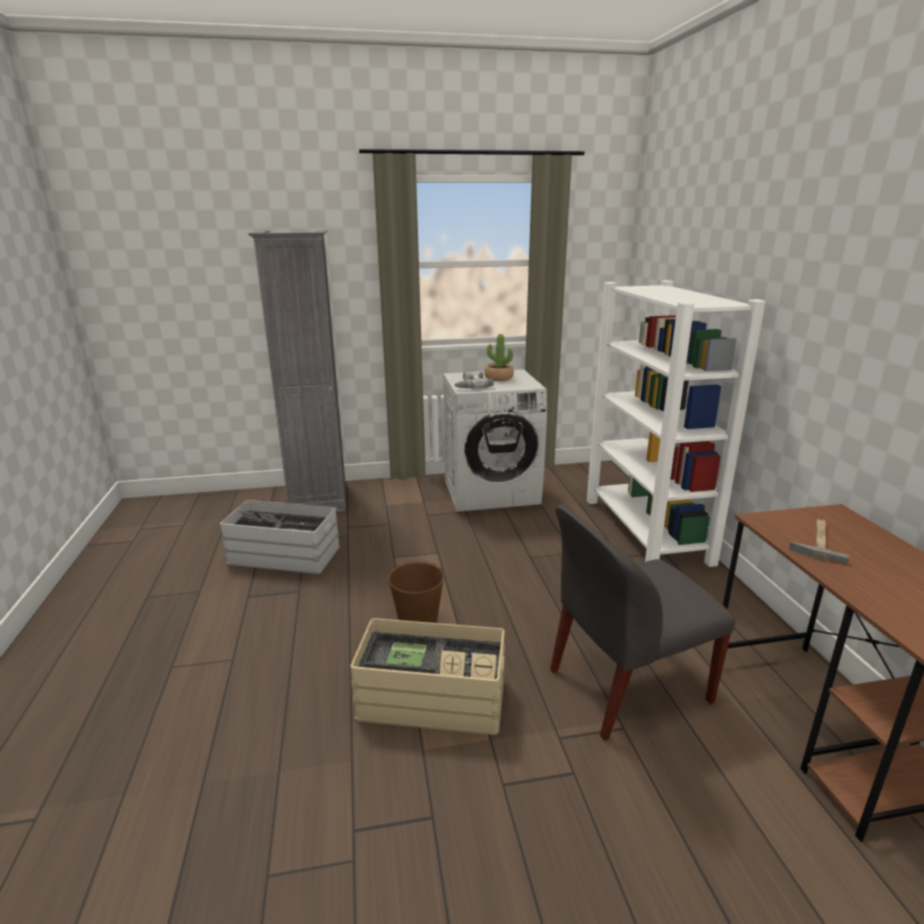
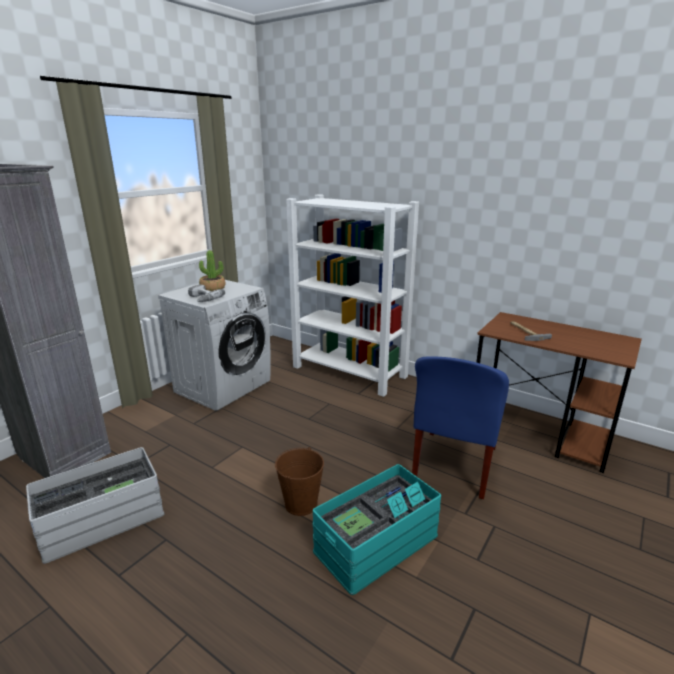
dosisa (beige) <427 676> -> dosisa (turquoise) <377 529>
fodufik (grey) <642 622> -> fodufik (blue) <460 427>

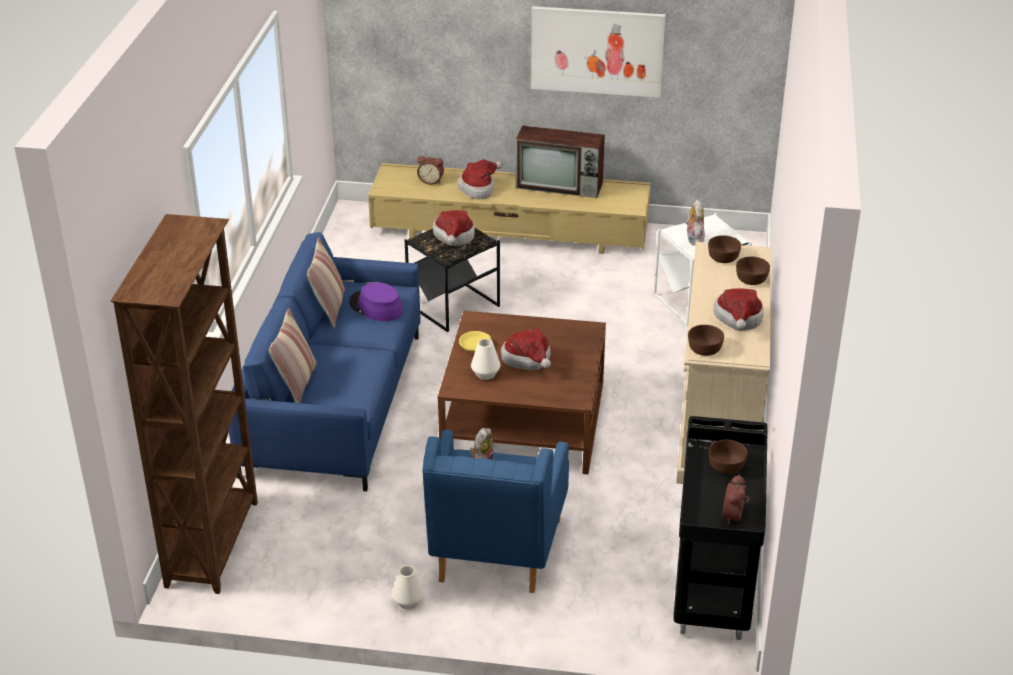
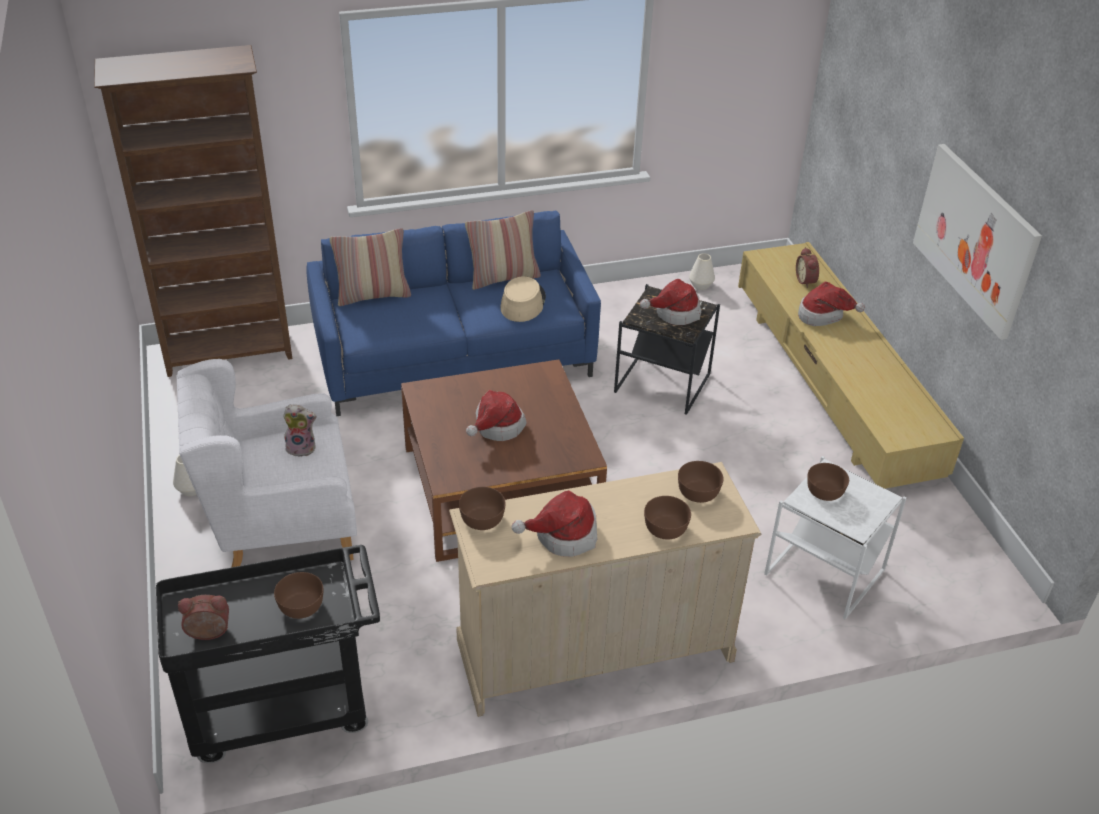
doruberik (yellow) <475 342> -> none
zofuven <560 162> -> none
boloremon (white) <485 359> -> boloremon (white) <702 271>, moved
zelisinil <695 223> -> doruberik (brown) <828 482>
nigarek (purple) <376 301> -> nigarek (beige) <523 299>
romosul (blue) <495 511> -> romosul (white) <267 463>

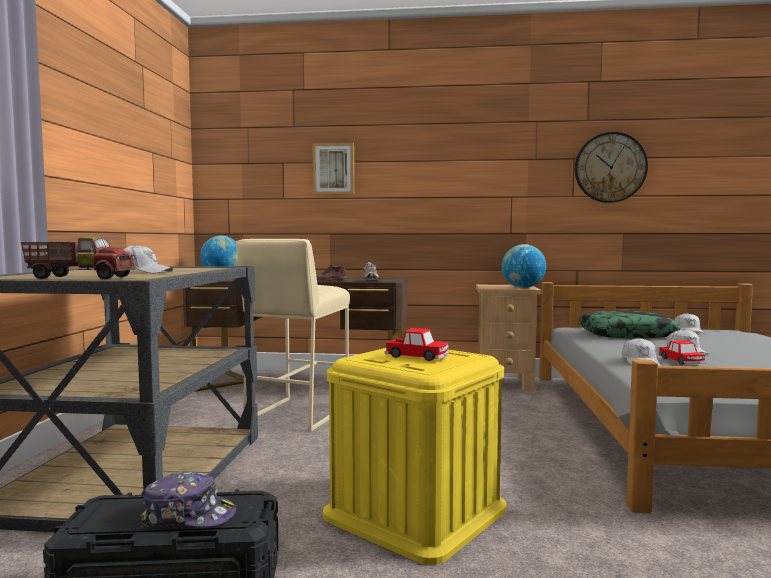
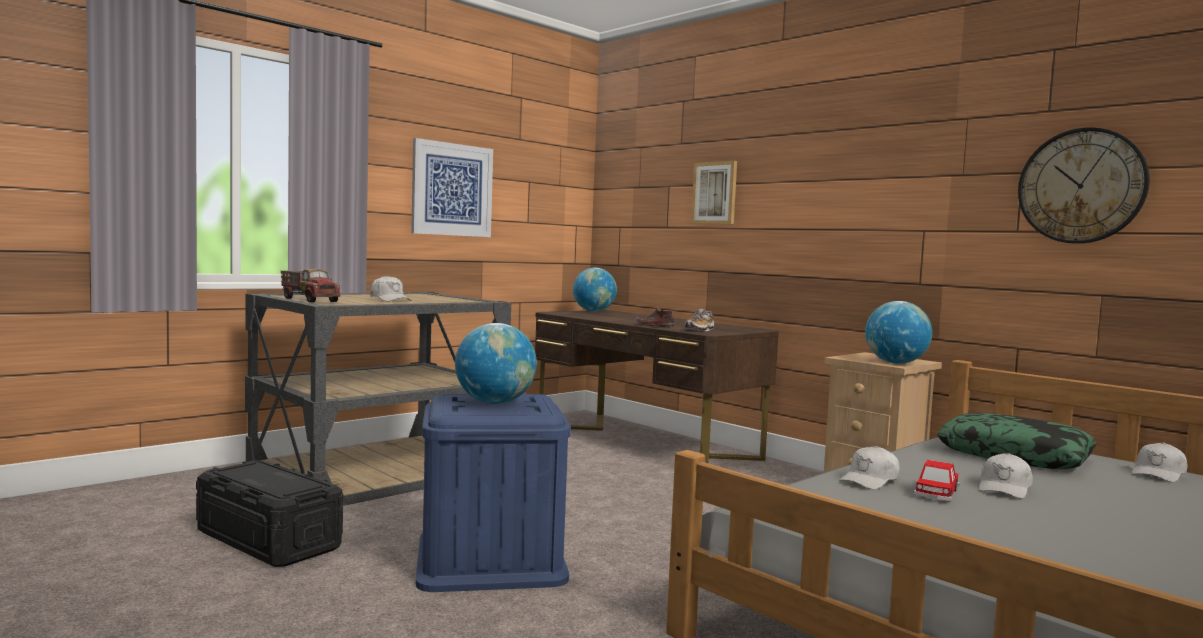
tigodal <188 500> -> none
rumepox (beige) <293 335> -> none
none -> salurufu <452 187>
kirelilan <417 344> -> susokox <496 363>
dosisa (yellow) <414 456> -> dosisa (blue) <493 493>

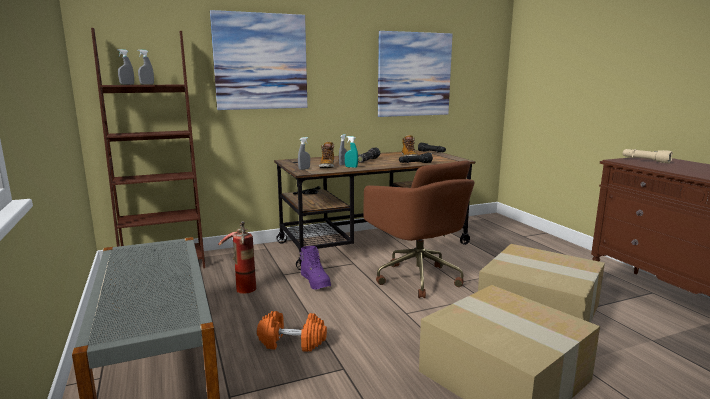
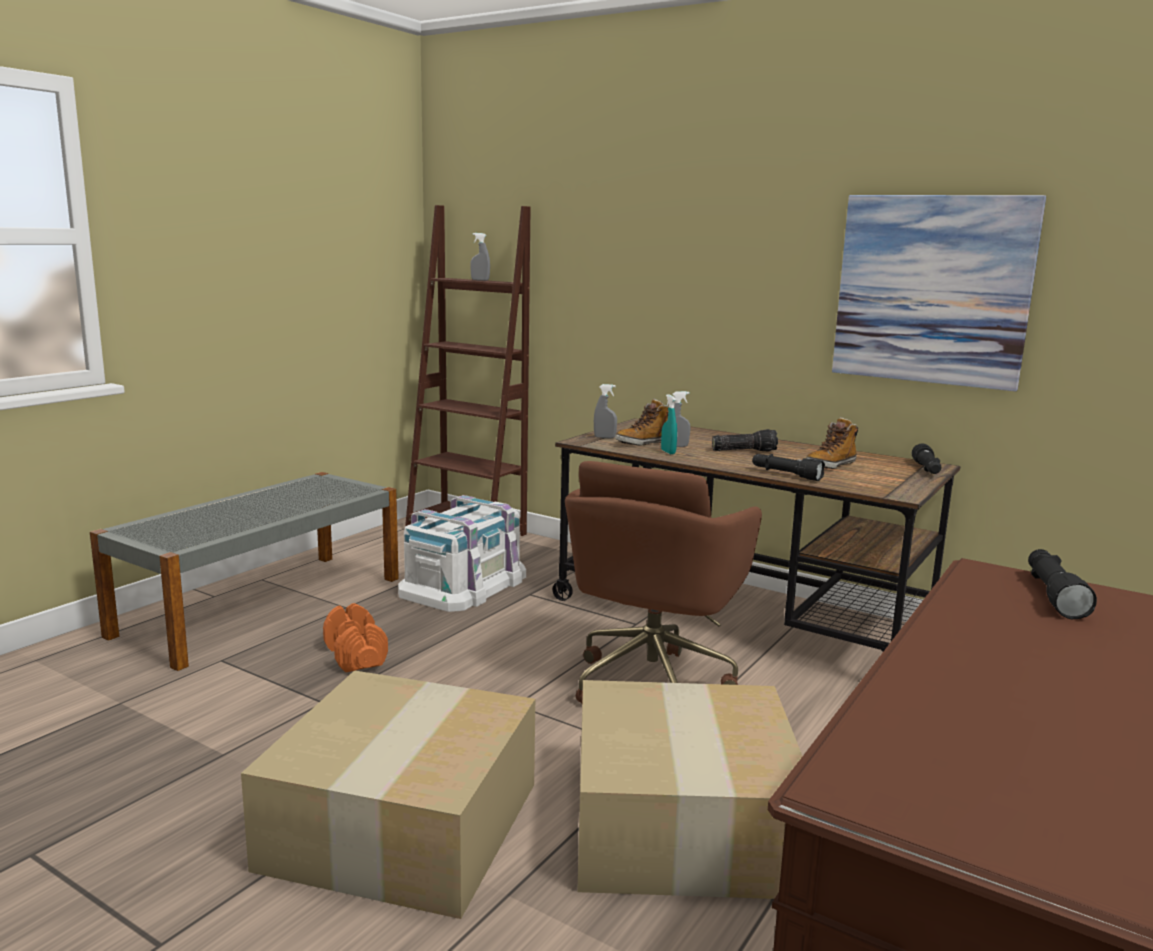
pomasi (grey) <125 67> -> none
salurufu <258 60> -> none
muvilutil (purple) <315 268> -> none
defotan <237 257> -> dosisa (white) <462 553>
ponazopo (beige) <648 156> -> ponazopo (black) <1062 584>

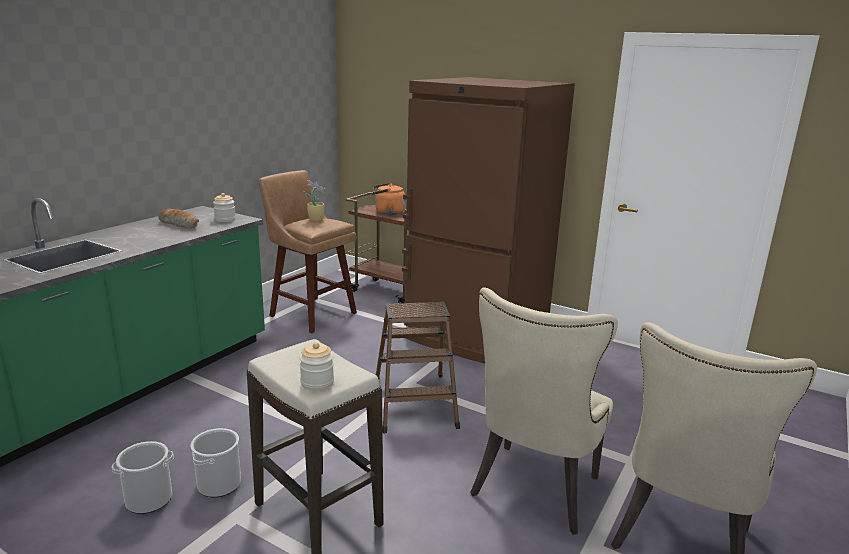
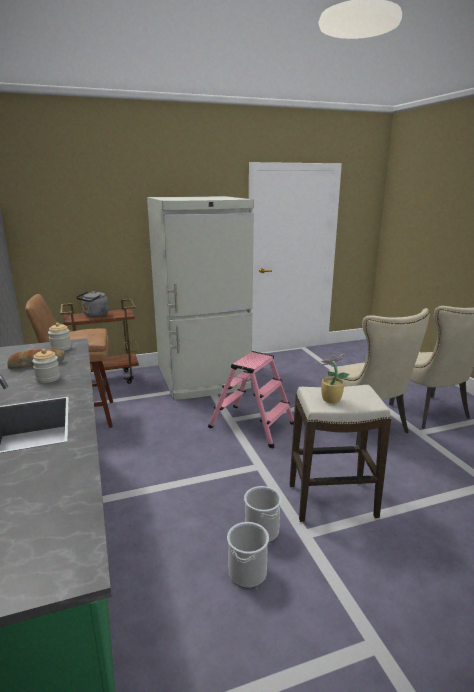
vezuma <316 366> -> vezuma <46 366>, moved
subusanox <314 200> -> subusanox <334 379>, moved
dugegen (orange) <389 199> -> dugegen (grey) <92 304>
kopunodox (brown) <417 367> -> kopunodox (pink) <251 399>
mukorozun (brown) <488 220> -> mukorozun (white) <200 298>

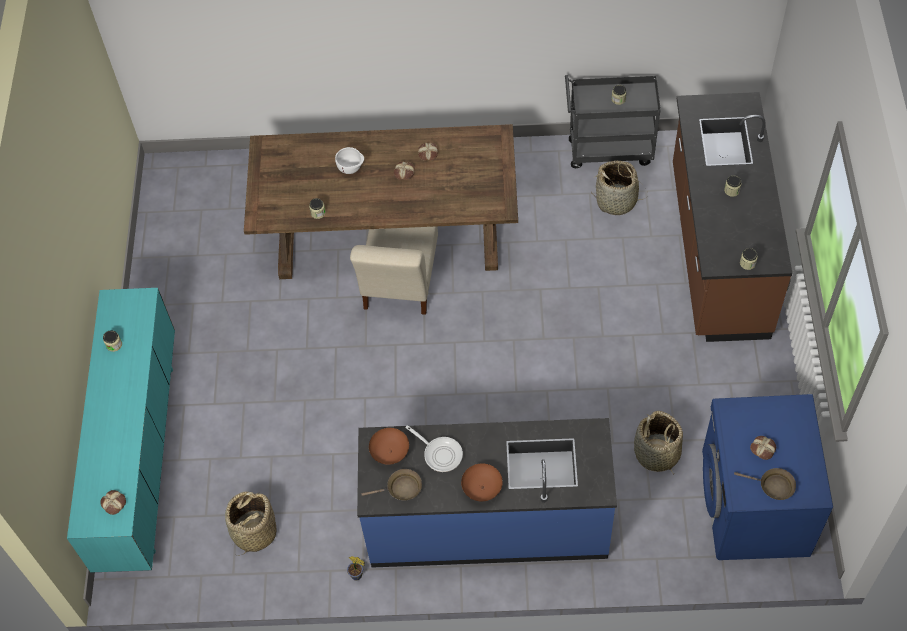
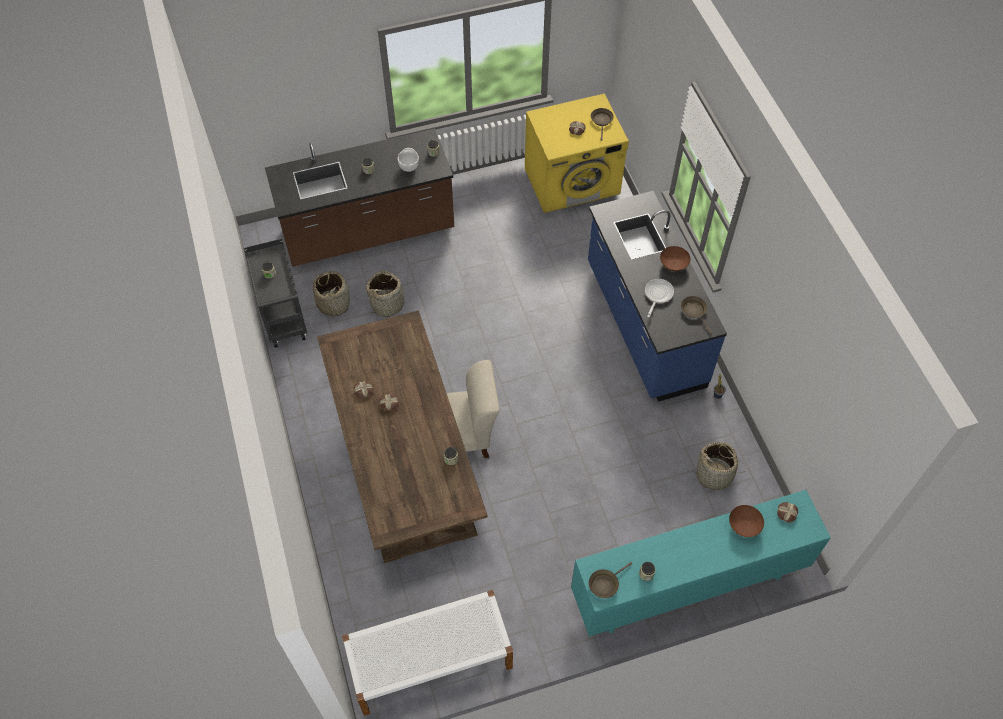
none -> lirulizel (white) <427 653>
none -> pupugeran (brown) <610 580>
doruberik (white) <349 160> -> doruberik (white) <408 160>, moved
doruberik (brown) <389 446> -> doruberik (brown) <746 521>, moved
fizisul <658 442> -> fizisul <386 294>, moved
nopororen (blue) <767 477> -> nopororen (yellow) <577 153>

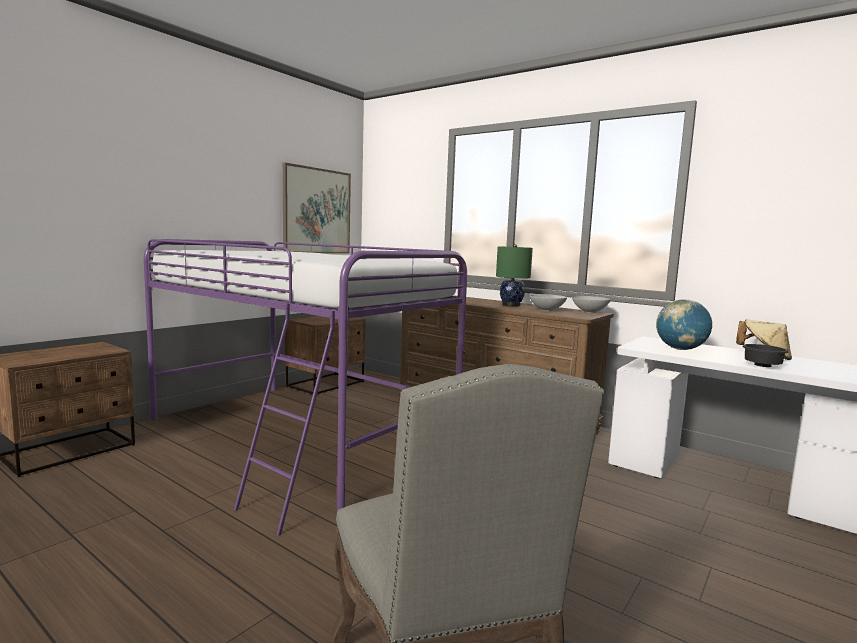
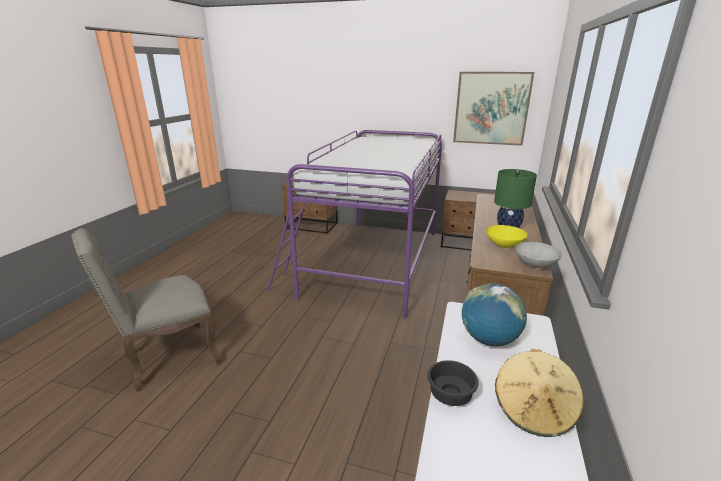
doruberik (grey) <548 302> -> doruberik (yellow) <507 236>

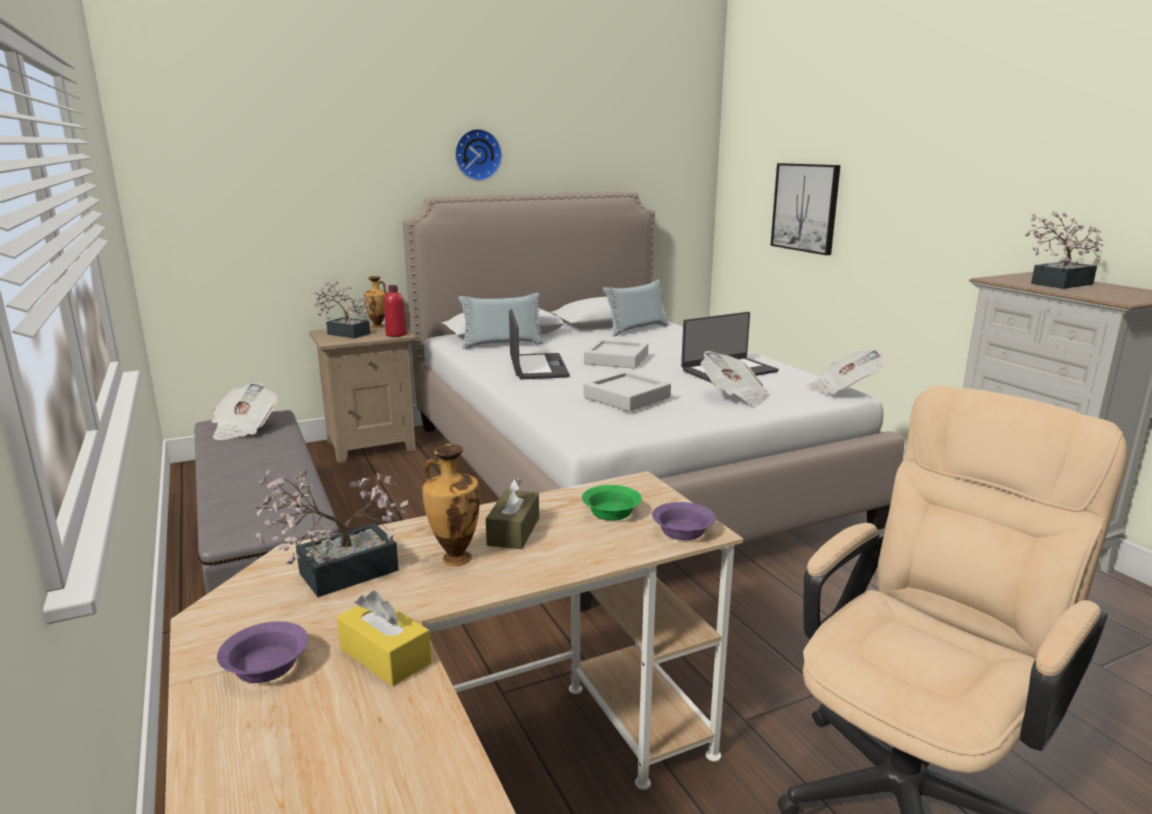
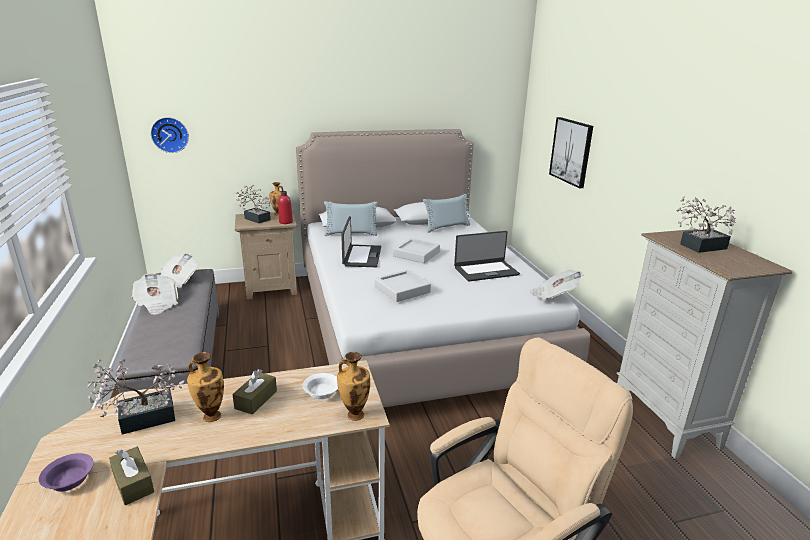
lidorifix <478 155> -> lidorifix <170 135>, moved
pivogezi <734 378> -> pivogezi <155 294>, moved
doruberik (purple) <684 521> -> boloremon <353 386>
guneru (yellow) <384 638> -> guneru (brown) <131 476>
doruberik (green) <612 503> -> doruberik (white) <320 386>

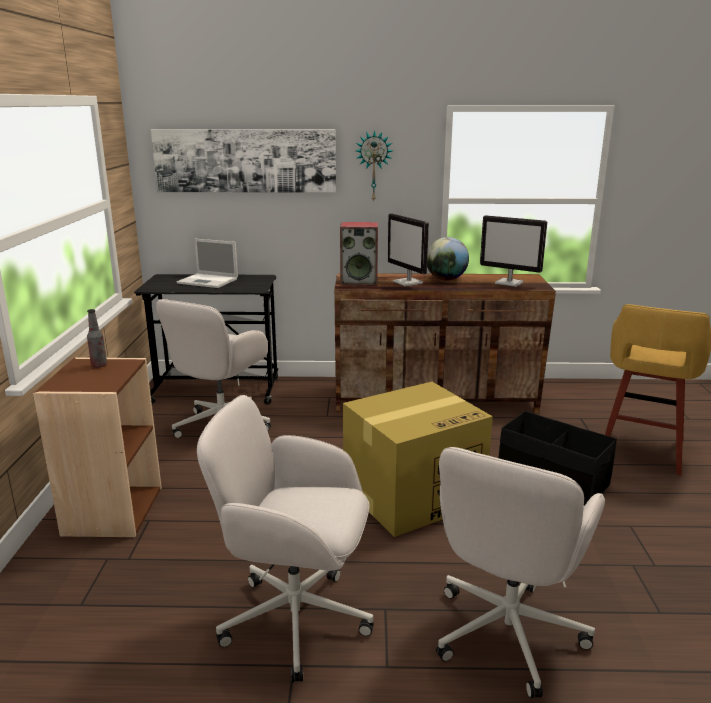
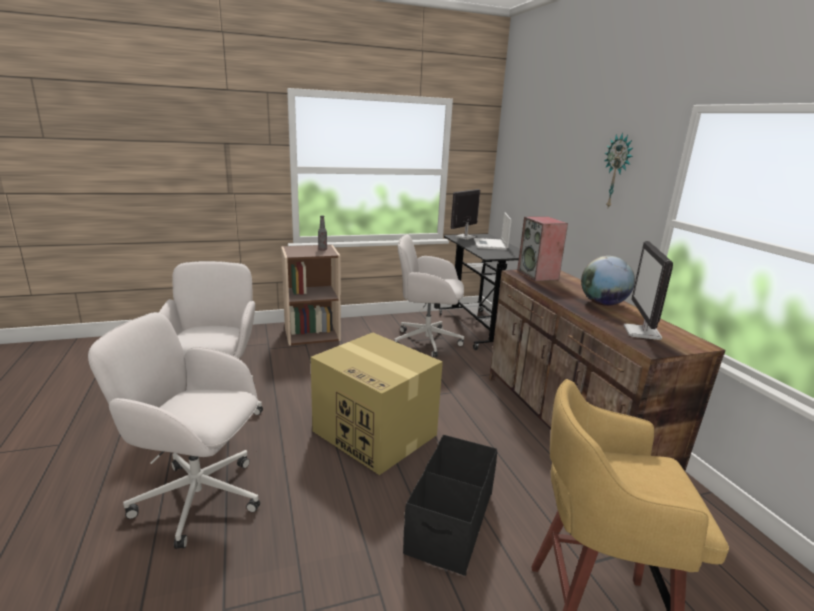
salurufu <243 161> -> none
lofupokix <408 249> -> lofupokix <465 214>, moved

